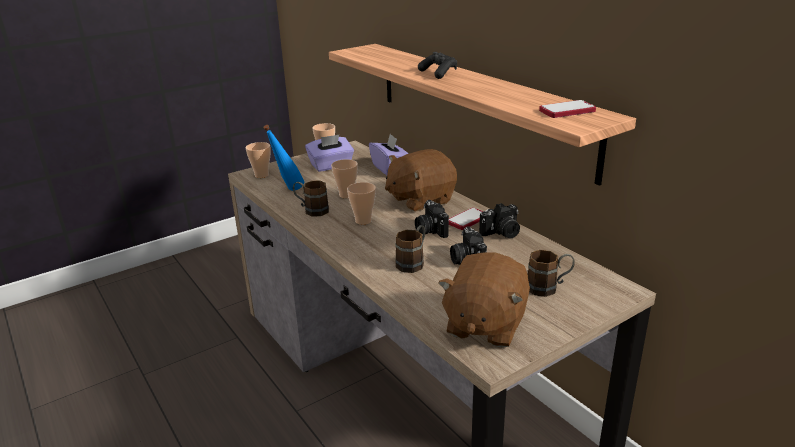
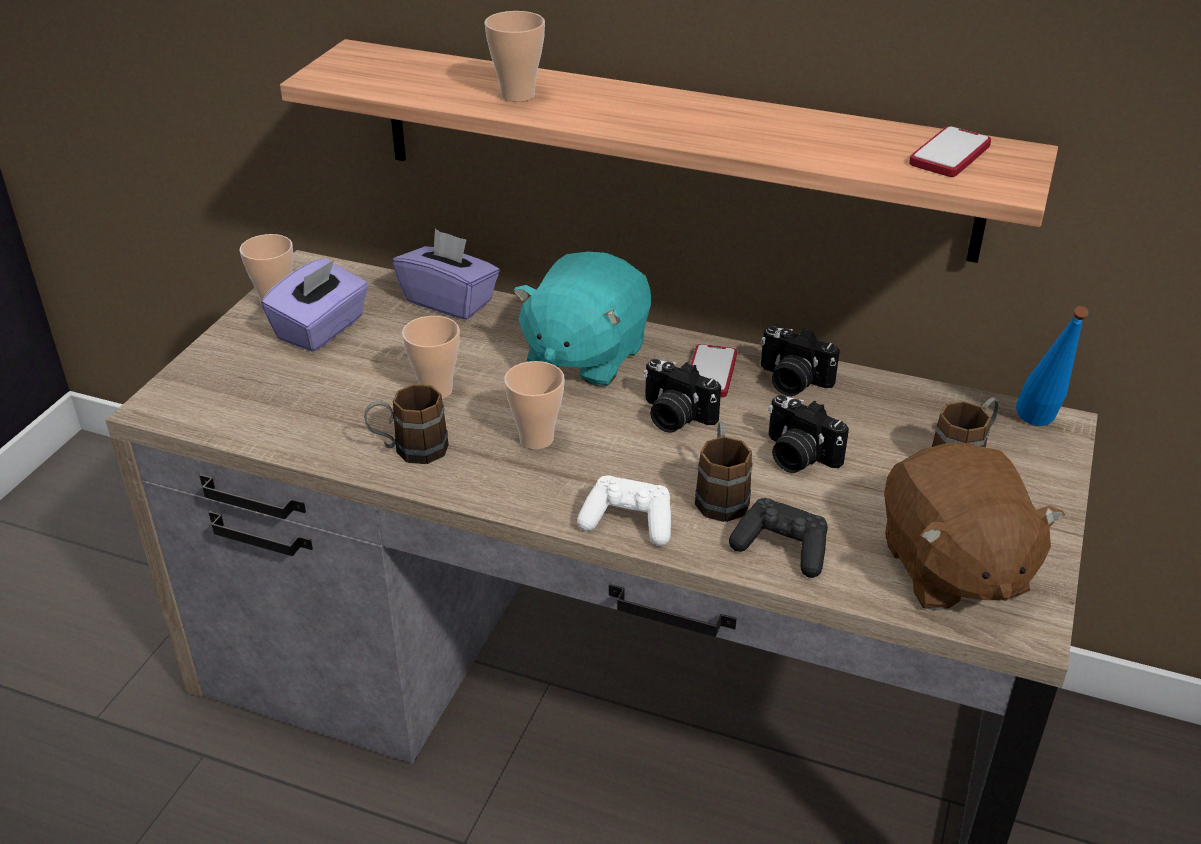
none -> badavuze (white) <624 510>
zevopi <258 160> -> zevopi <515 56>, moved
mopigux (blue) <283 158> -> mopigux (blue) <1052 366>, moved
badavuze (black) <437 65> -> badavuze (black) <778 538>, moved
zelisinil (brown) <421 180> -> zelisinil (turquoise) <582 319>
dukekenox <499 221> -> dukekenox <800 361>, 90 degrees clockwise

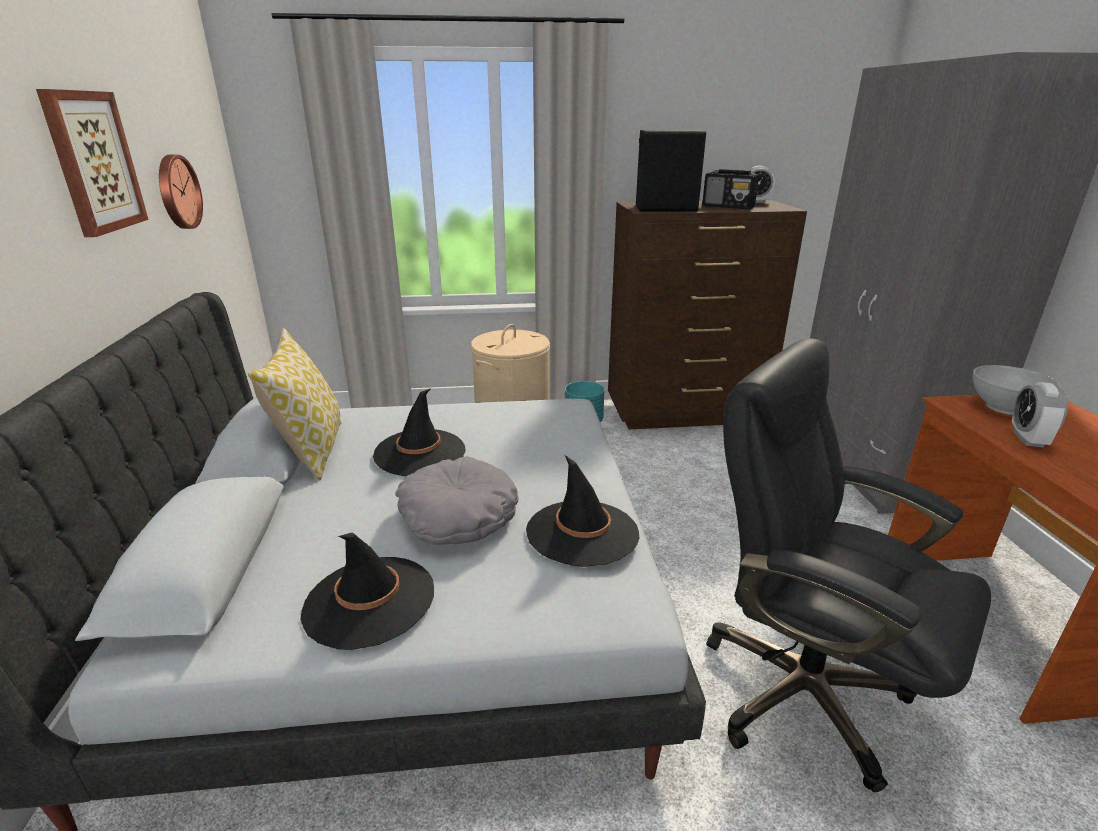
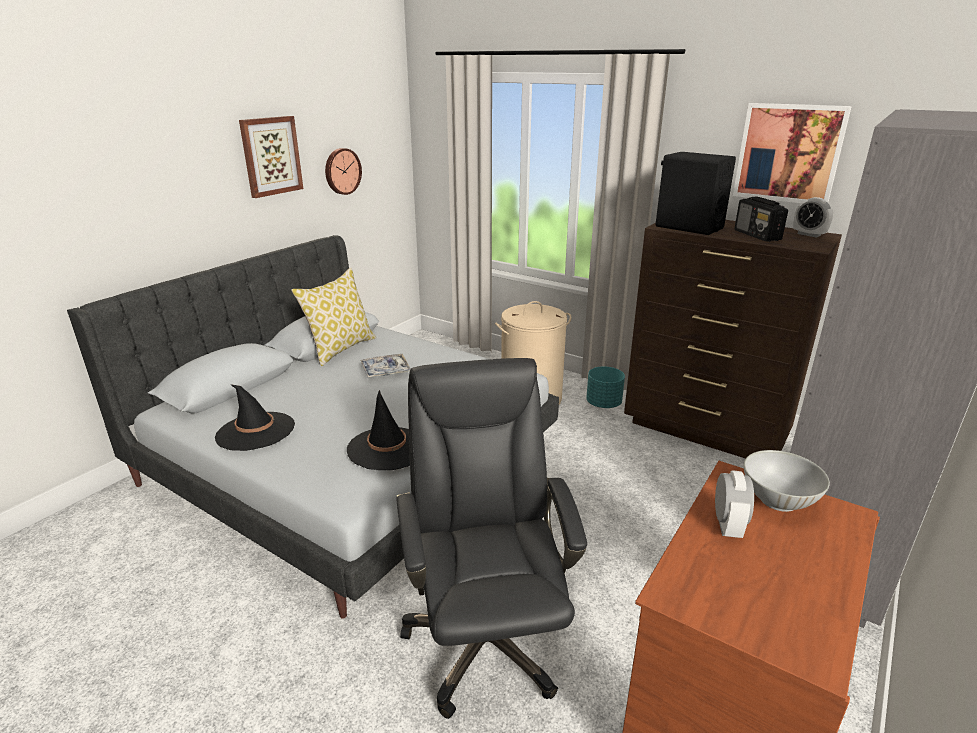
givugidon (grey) <456 500> -> none
none -> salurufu <792 153>
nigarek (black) <419 432> -> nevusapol <386 366>
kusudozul <1039 414> -> kusudozul <734 504>, 135 degrees clockwise

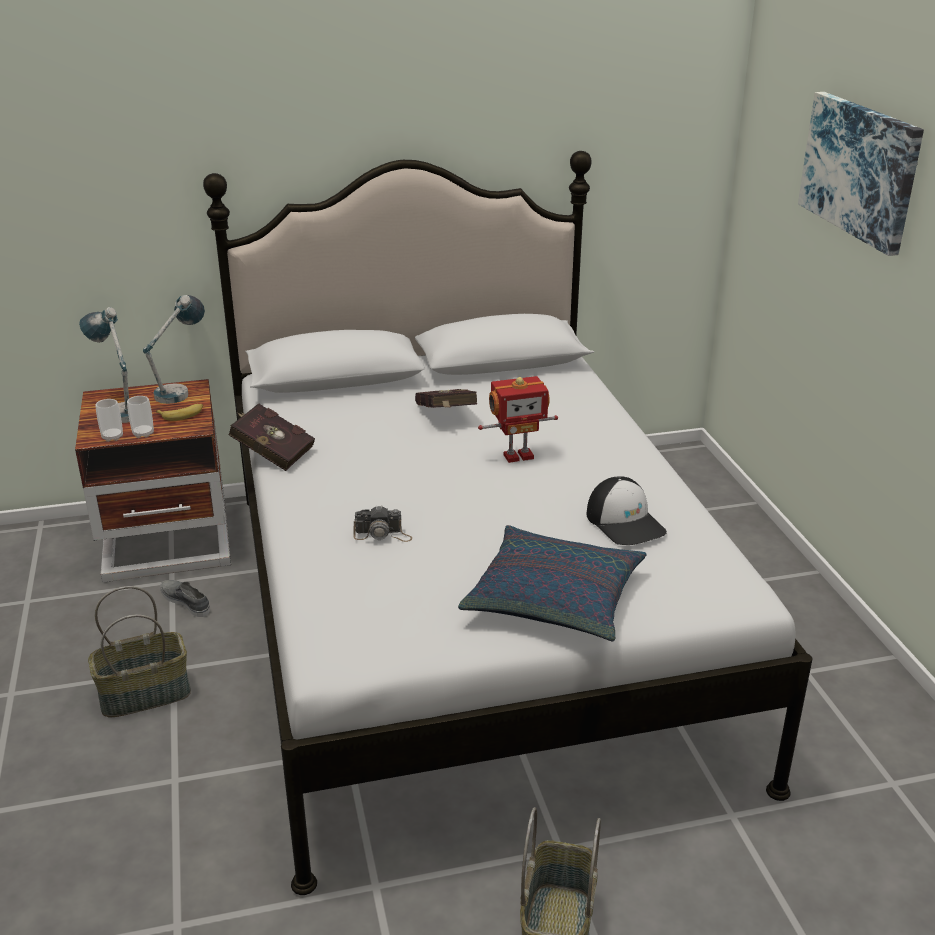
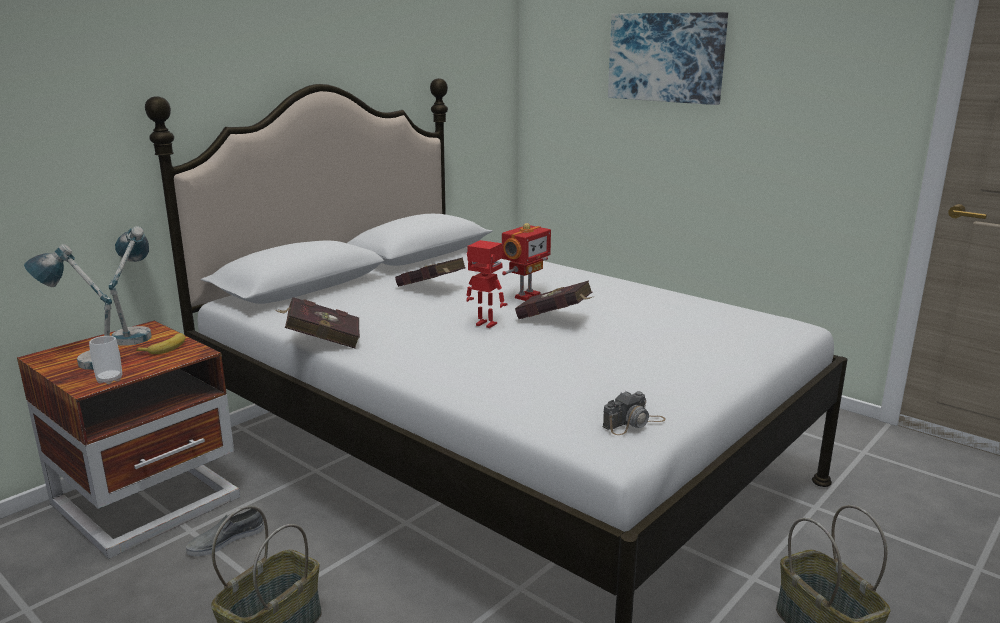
zevopi <140 417> -> none
givugidon (blue) <552 583> -> none
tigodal <627 511> -> none
none -> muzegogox <486 284>
none -> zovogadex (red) <555 300>
dukekenox <382 523> -> dukekenox <634 413>, moved
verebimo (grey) <185 598> -> verebimo (grey) <225 532>, 45 degrees counterclockwise

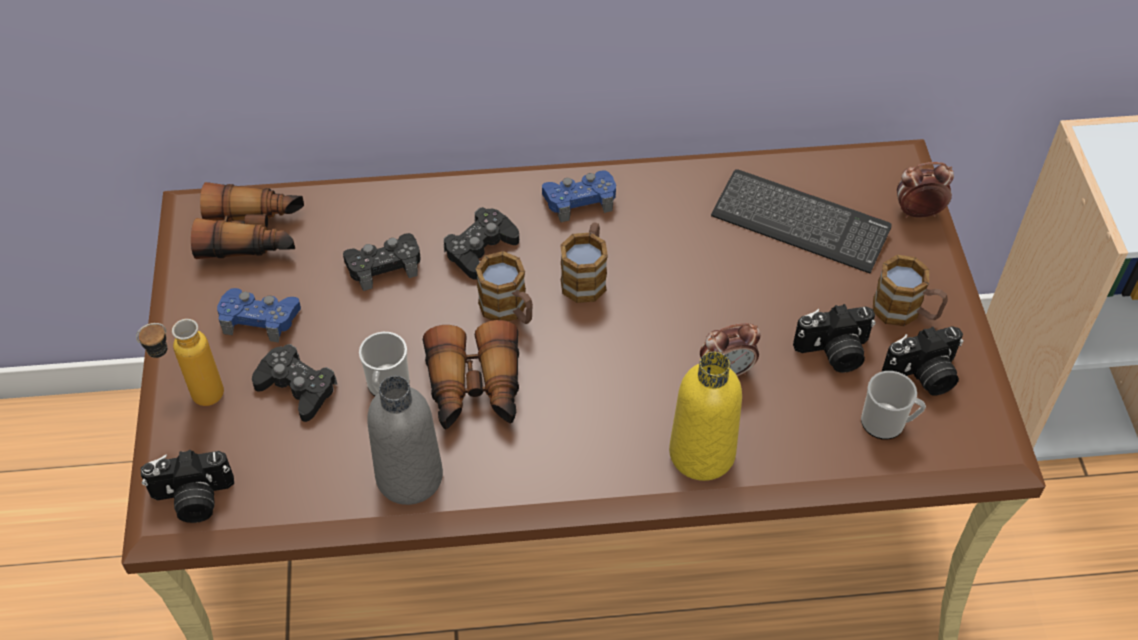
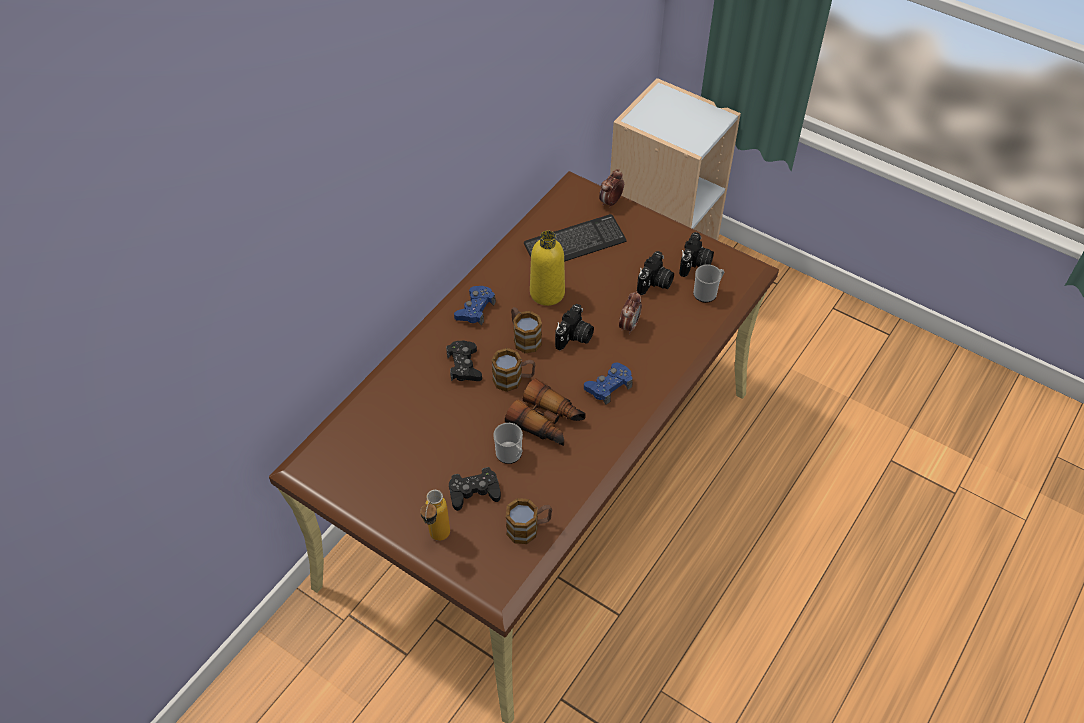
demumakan <247 220> -> none
badavuze (black) <381 262> -> none
mopigux (grey) <405 440> -> none
dukekenox <187 486> -> dukekenox <574 327>, moved
badavuze (blue) <259 315> -> badavuze (blue) <608 383>, moved
mopigux (yellow) <705 416> -> mopigux (yellow) <547 268>, moved
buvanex <910 290> -> buvanex <529 521>, moved

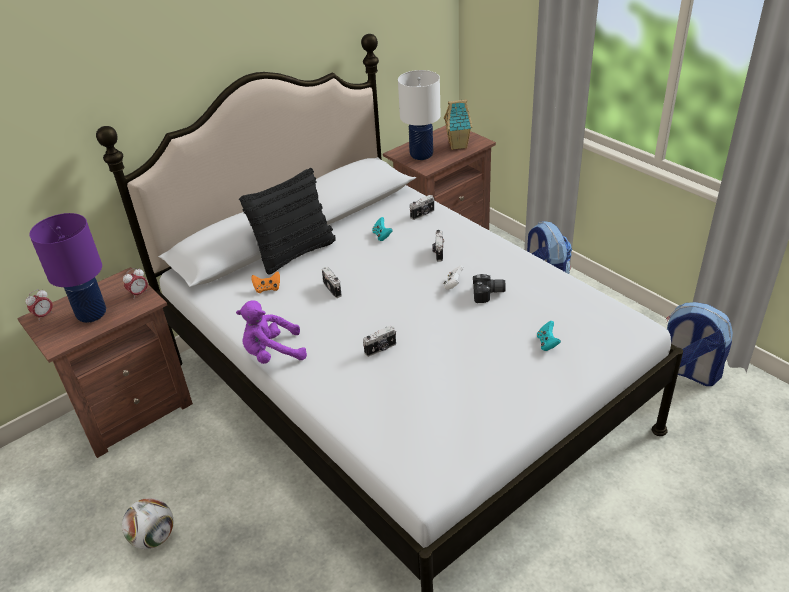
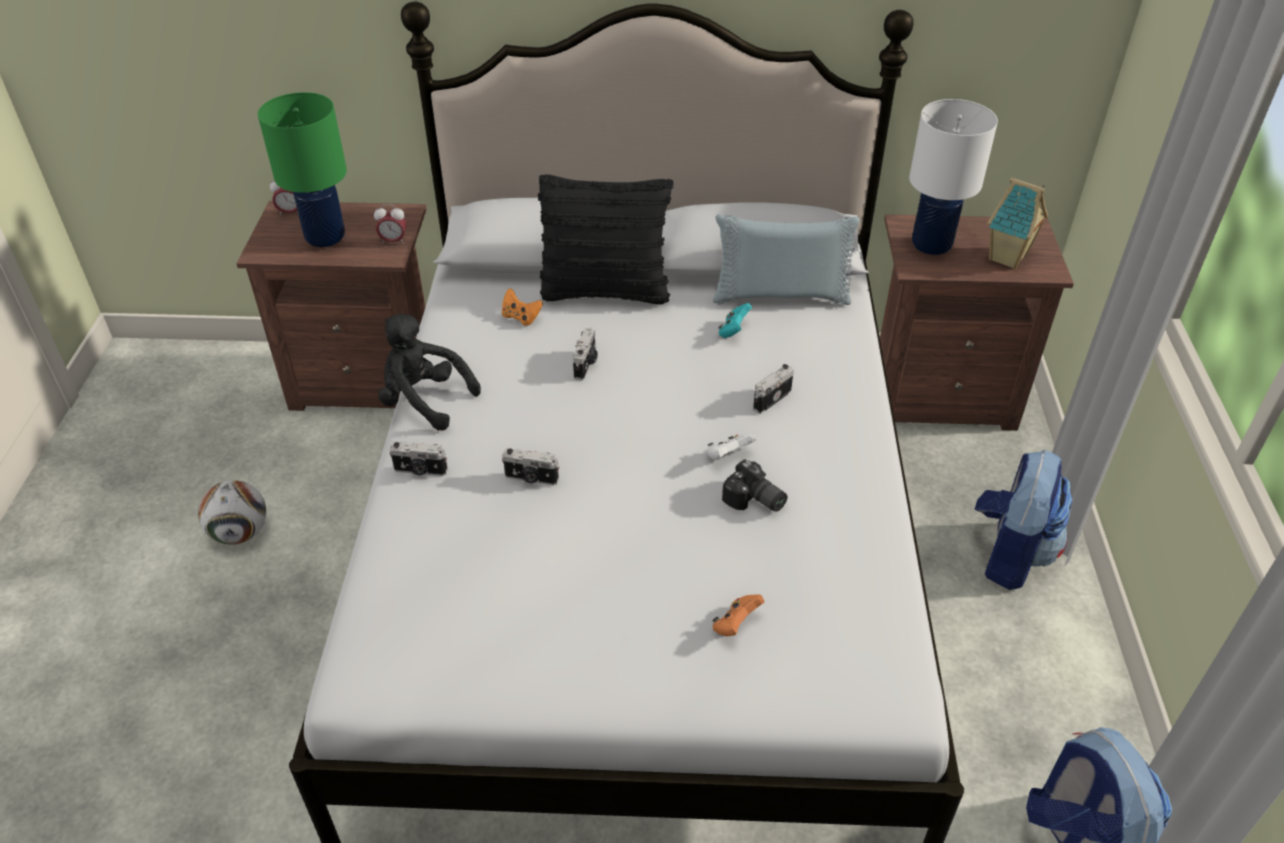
none -> givugidon (blue) <786 260>
dukekenox <422 207> -> dukekenox <418 459>, moved
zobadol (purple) <67 268> -> zobadol (green) <302 169>
zelisinil (purple) <271 332> -> zelisinil (black) <429 372>
badavuze (turquoise) <549 336> -> badavuze (orange) <738 615>

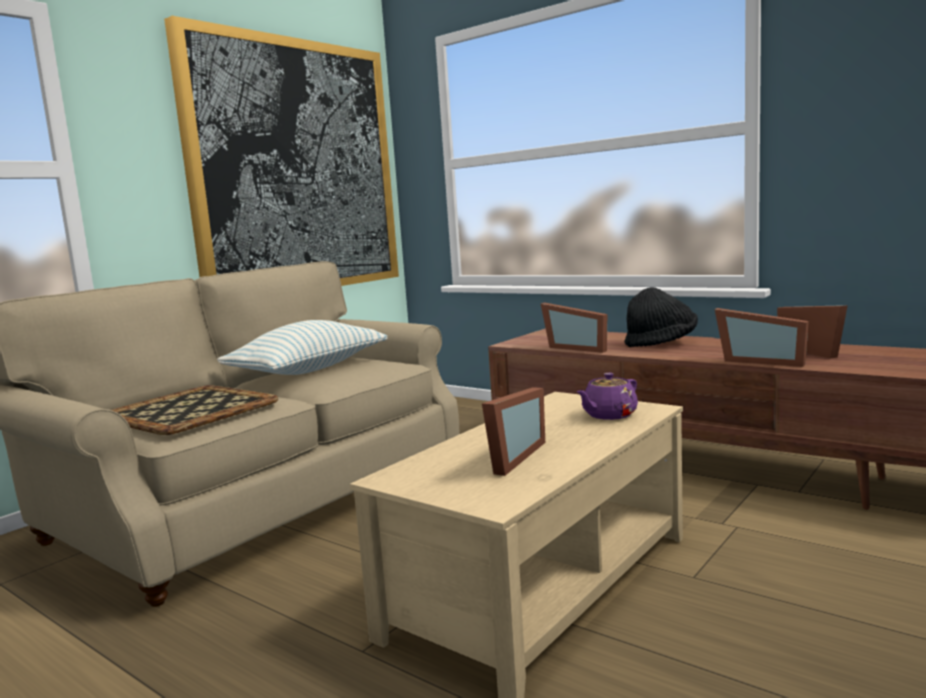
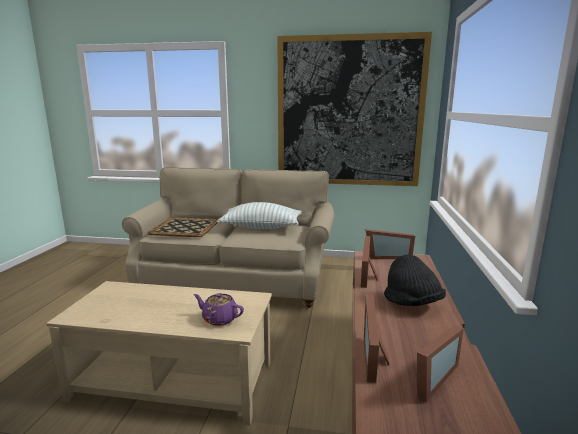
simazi <513 431> -> simazi <390 244>, moved

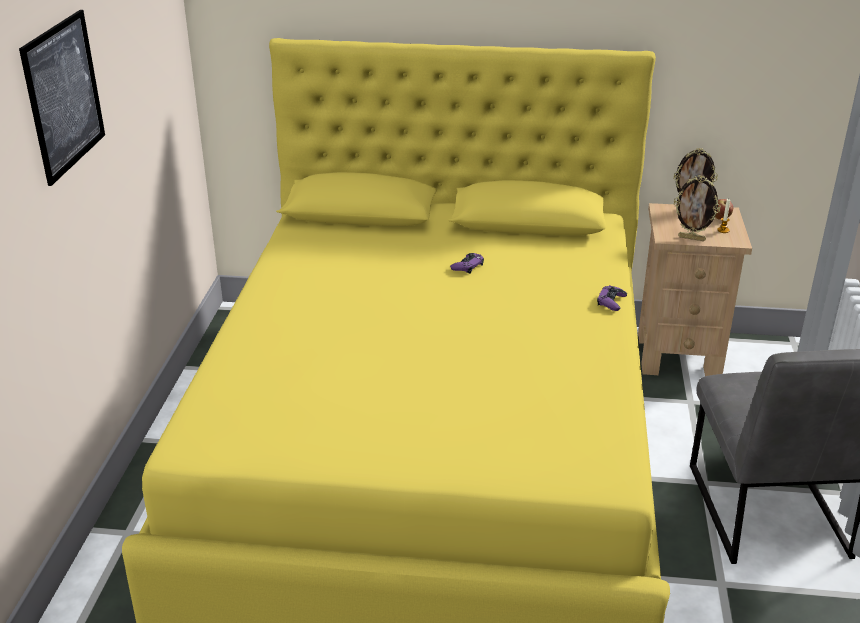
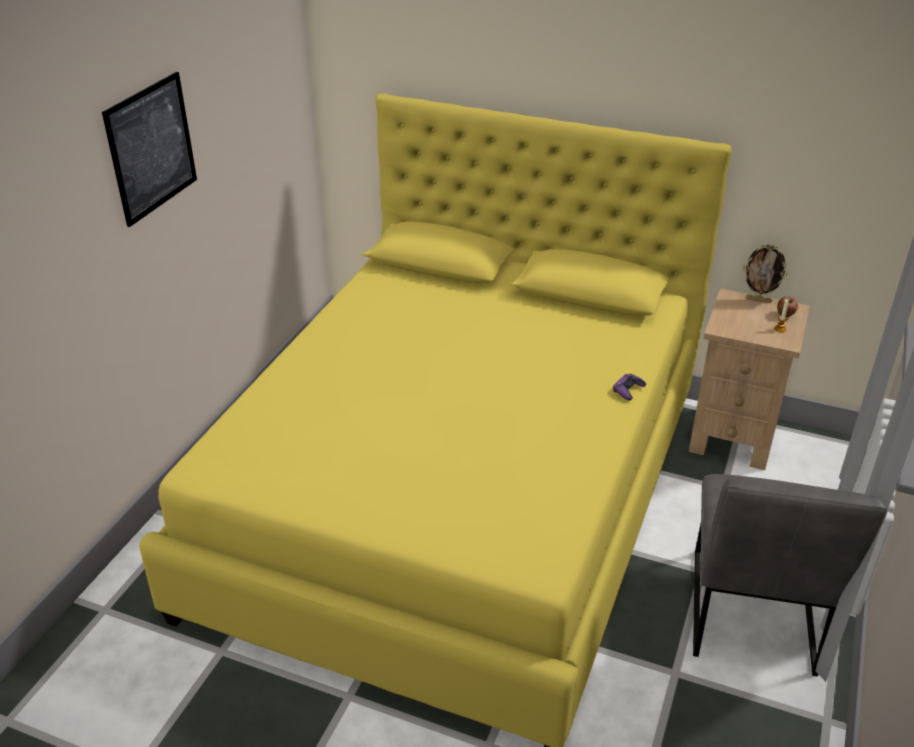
badavuze (purple) <467 263> -> none
simazi <697 208> -> none

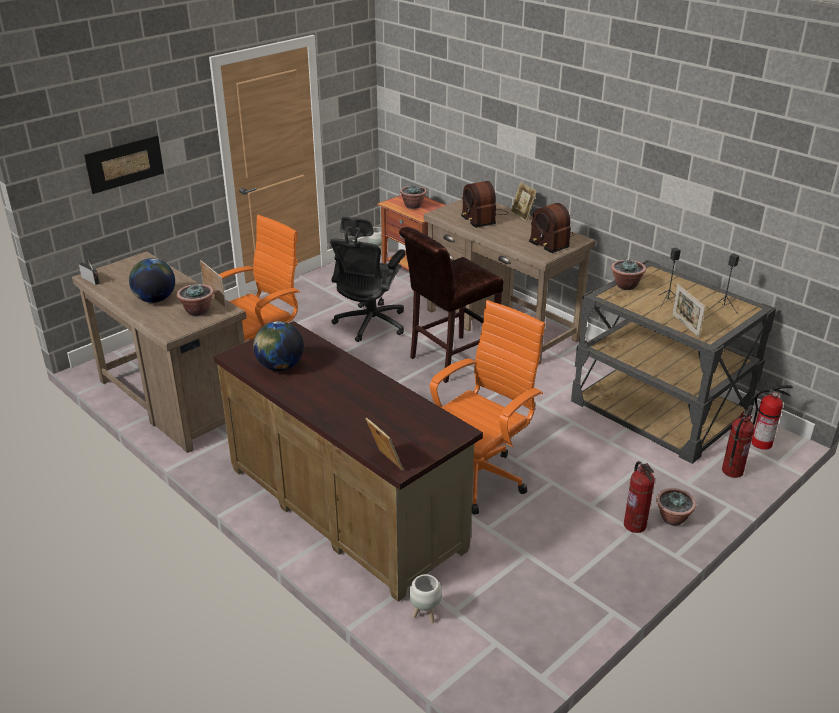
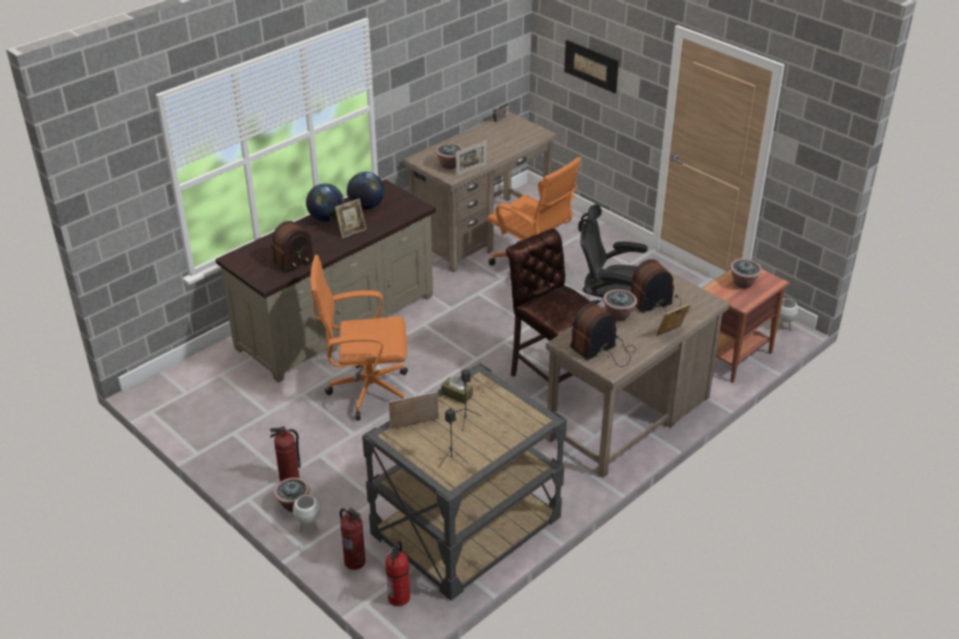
none -> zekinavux <285 247>
none -> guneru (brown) <457 390>
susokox <152 280> -> susokox <325 203>, moved
simazi <384 444> -> simazi <350 218>, moved
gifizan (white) <425 598> -> gifizan (white) <306 514>, moved
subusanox <628 274> -> subusanox <620 305>, moved
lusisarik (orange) <487 407> -> lusisarik (orange) <359 337>, 135 degrees clockwise

